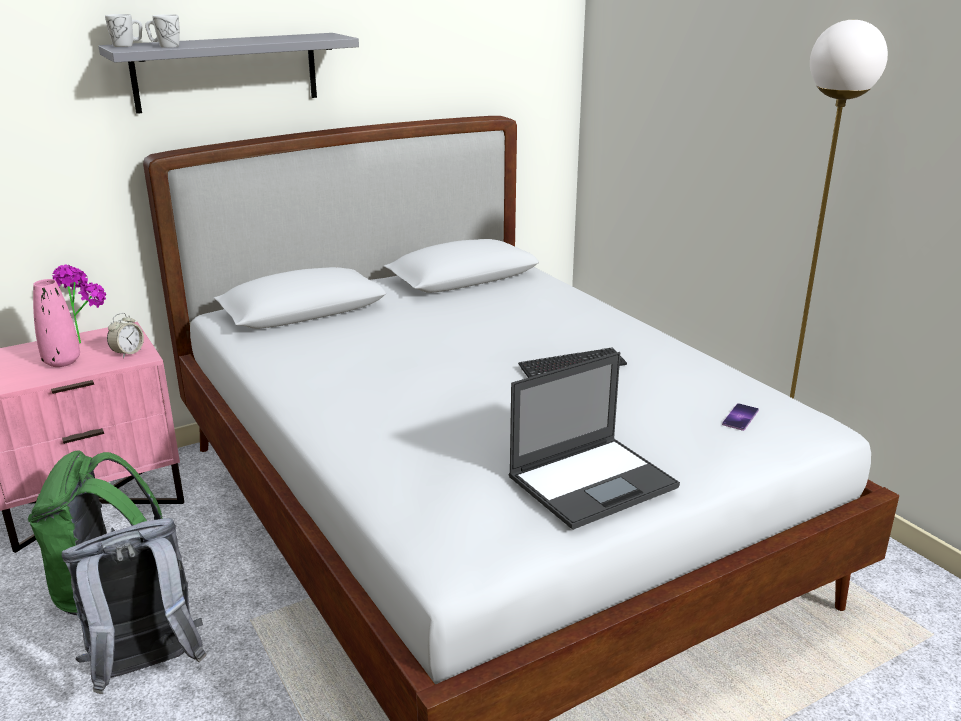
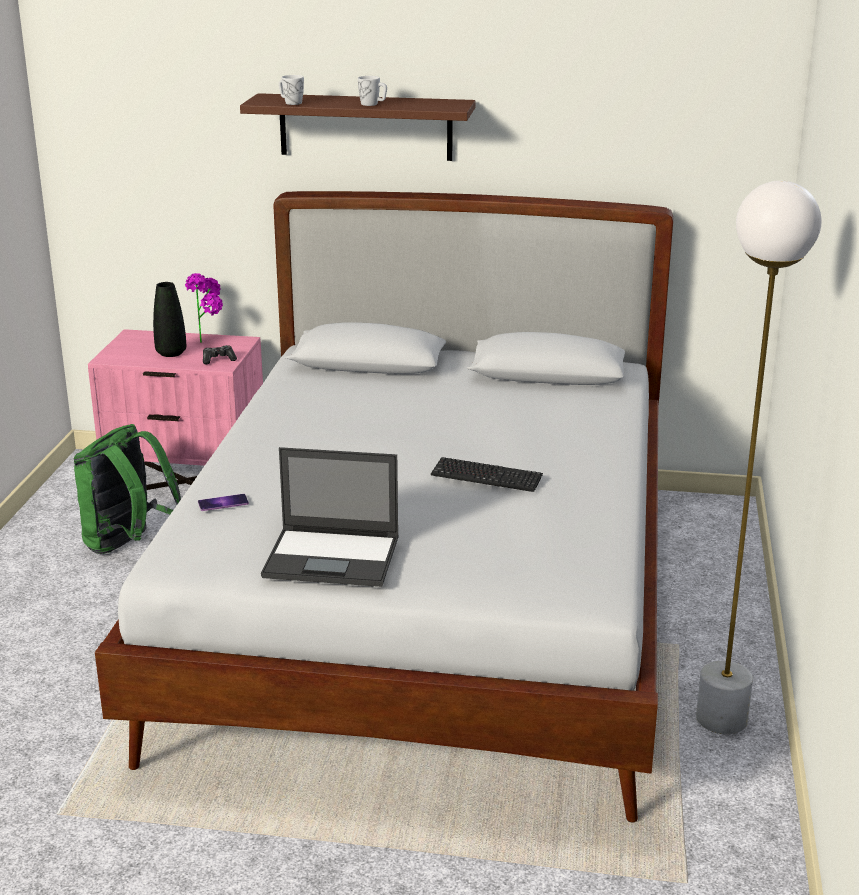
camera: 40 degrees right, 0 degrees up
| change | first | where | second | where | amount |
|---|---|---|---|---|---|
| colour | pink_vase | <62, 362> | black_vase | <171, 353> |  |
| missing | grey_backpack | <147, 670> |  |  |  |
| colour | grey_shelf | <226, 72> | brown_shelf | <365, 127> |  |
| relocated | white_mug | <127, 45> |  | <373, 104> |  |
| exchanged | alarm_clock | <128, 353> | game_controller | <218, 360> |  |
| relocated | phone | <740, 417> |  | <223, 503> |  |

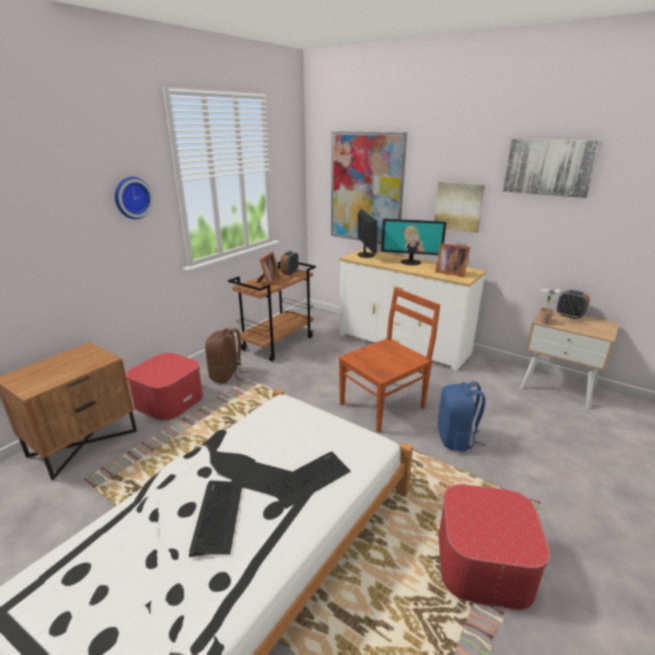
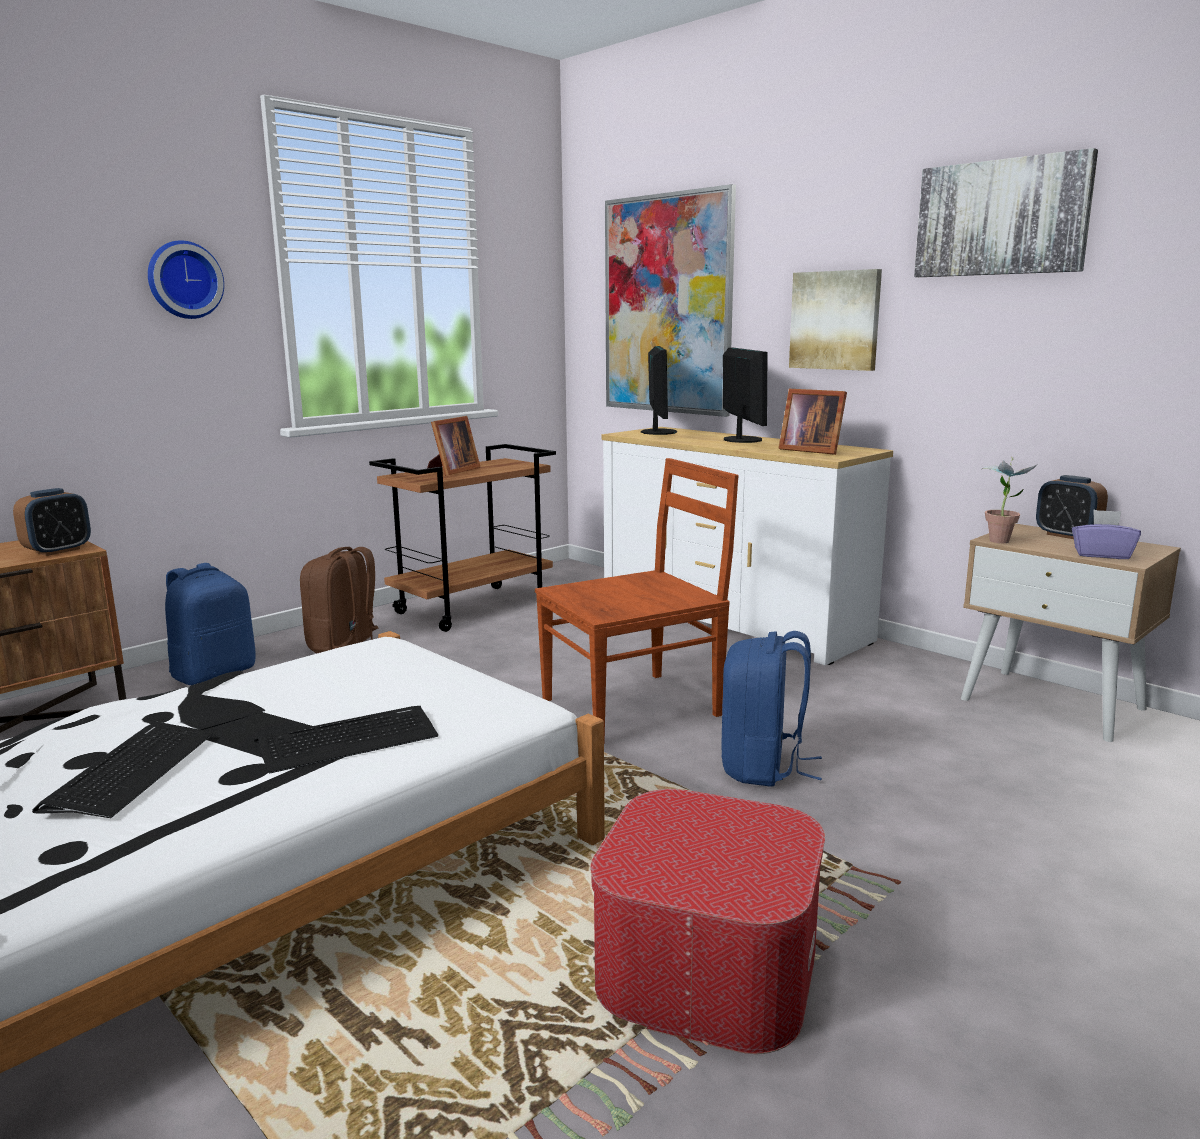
camera: 10 degrees right, 10 degrees down
| change | first | where | second | where | amount |
|---|---|---|---|---|---|
| exchanged | ottoman | <169, 400> | blue_backpack | <214, 673> |  |
| relocated | alarm_clock | <290, 273> |  | <58, 551> |  |
| spun | monitor | <410, 262> |  | <741, 440> | 120 degrees counterclockwise |
| appeared |  |  | purple_tissue_box | <1101, 555> |  |

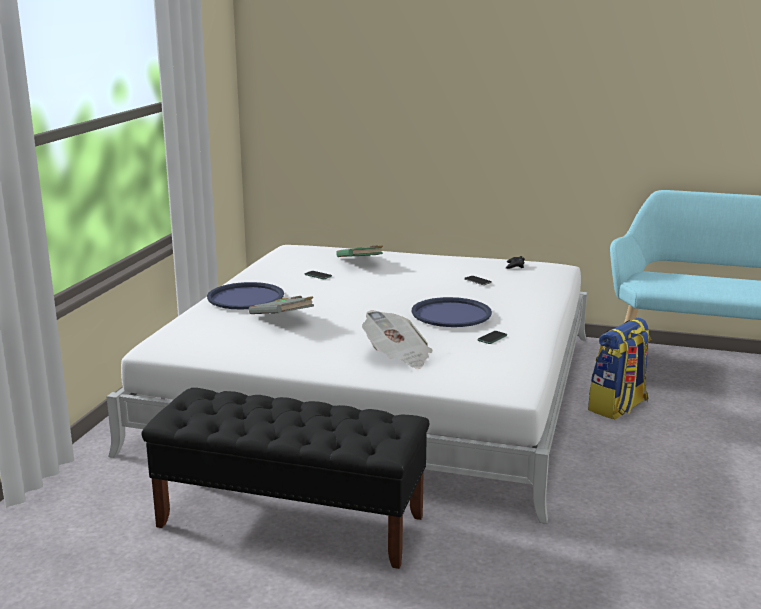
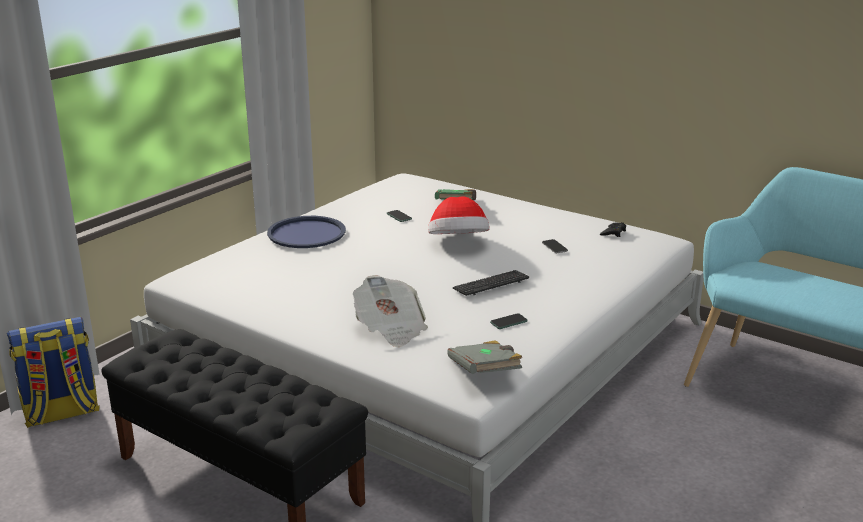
camera: 20 degrees right, 5 degrees up
| change | first | where | second | where | amount |
|---|---|---|---|---|---|
| relocated | grey_book | <282, 319> |  | <485, 372> |  |
| exchanged | blue_tray | <451, 314> | keyboard | <491, 284> |  |
| relocated | backpack | <618, 407> |  | <61, 413> |  |
| appeared |  |  | hat | <458, 243> |  |

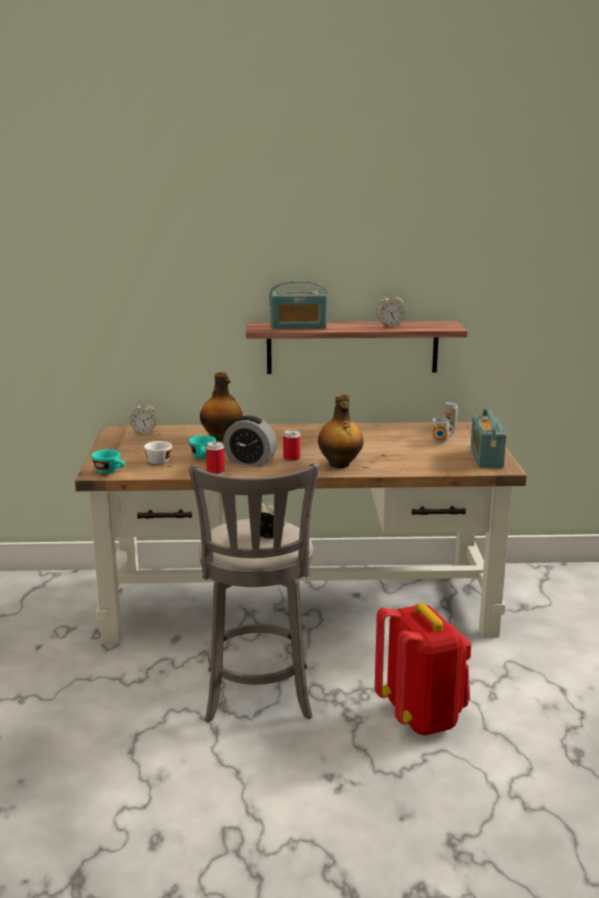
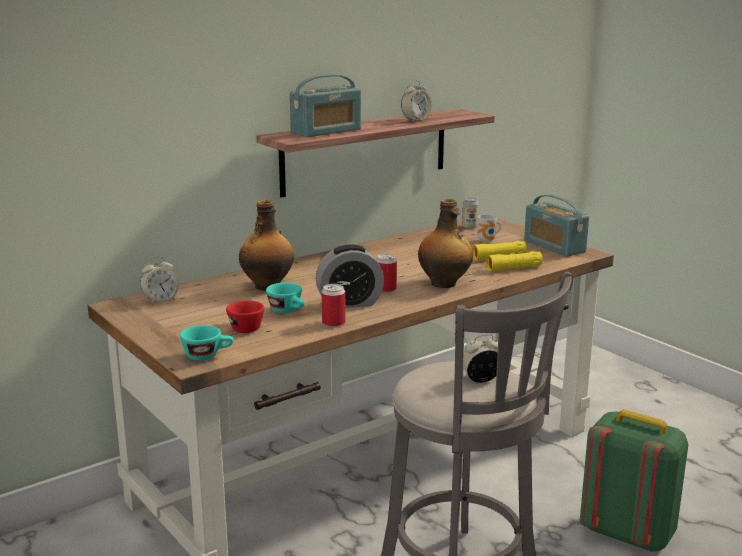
camera: 35 degrees left, 0 degrees up
| change | first | where | second | where | amount |
|---|---|---|---|---|---|
| colour | white_cup | <159, 460> | red_cup | <243, 327> |  |
| colour | red_backpack | <422, 716> | green_backpack | <627, 533> |  |
| appeared |  |  | yellow_binoculars | <506, 263> |  |

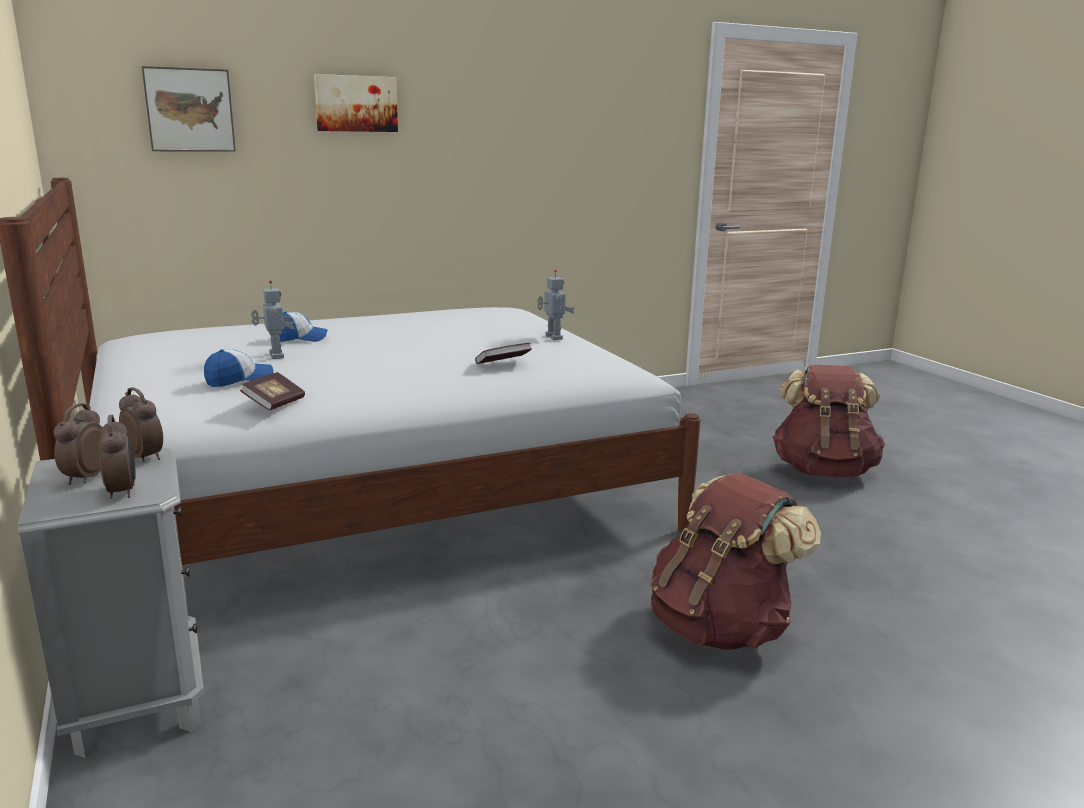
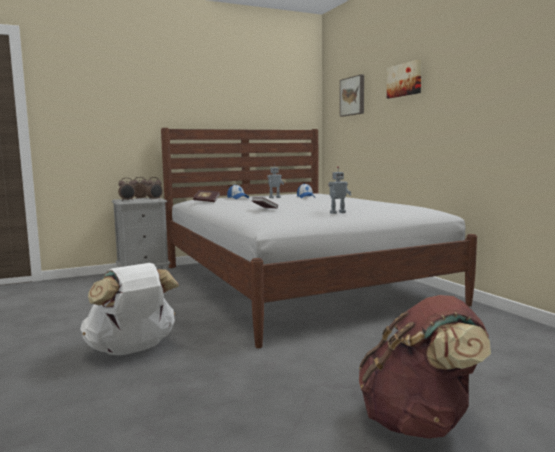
camera: 90 degrees right, 10 degrees down
| change | first | where | second | where | amount |
|---|---|---|---|---|---|
| colour | brown_backpack | <720, 628> | white_backpack | <132, 350> |  |

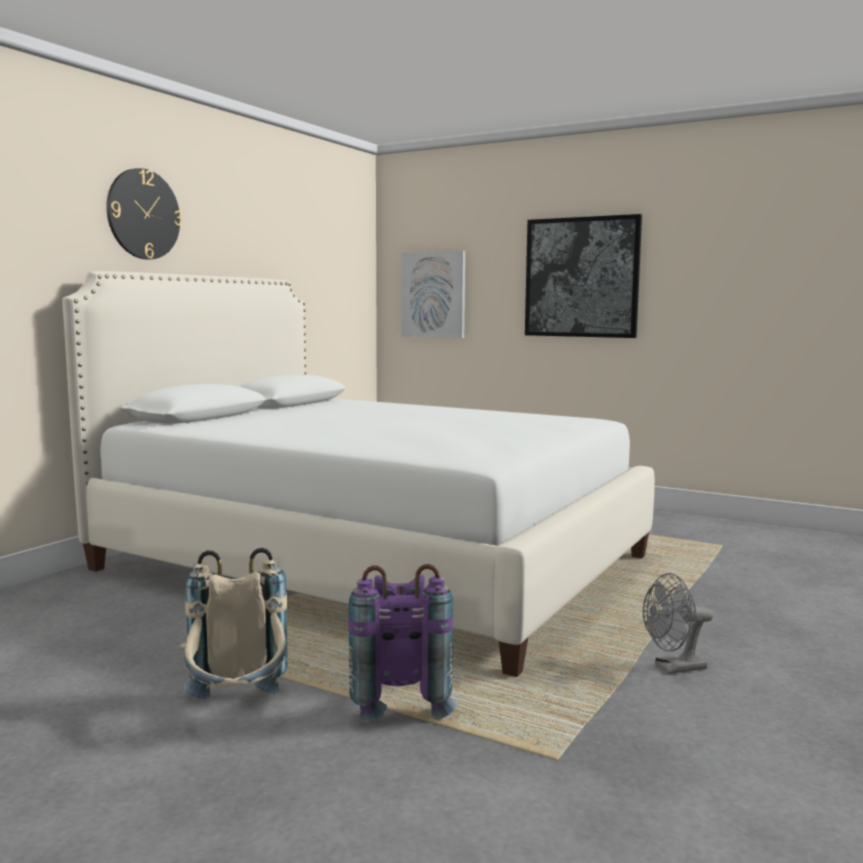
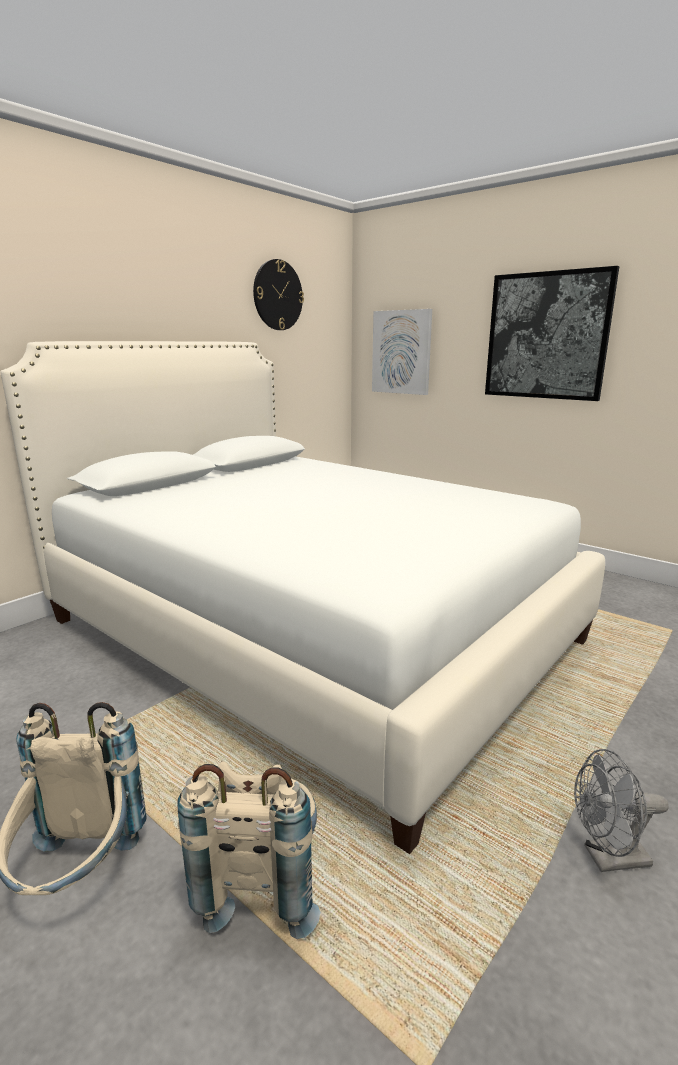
camera: 10 degrees right, 10 degrees up
| change | first | where | second | where | amount |
|---|---|---|---|---|---|
| relocated | wall_clock | <143, 214> |  | <278, 295> |  |
| colour | purple_backpack | <398, 699> | beige_backpack | <261, 881> |  |

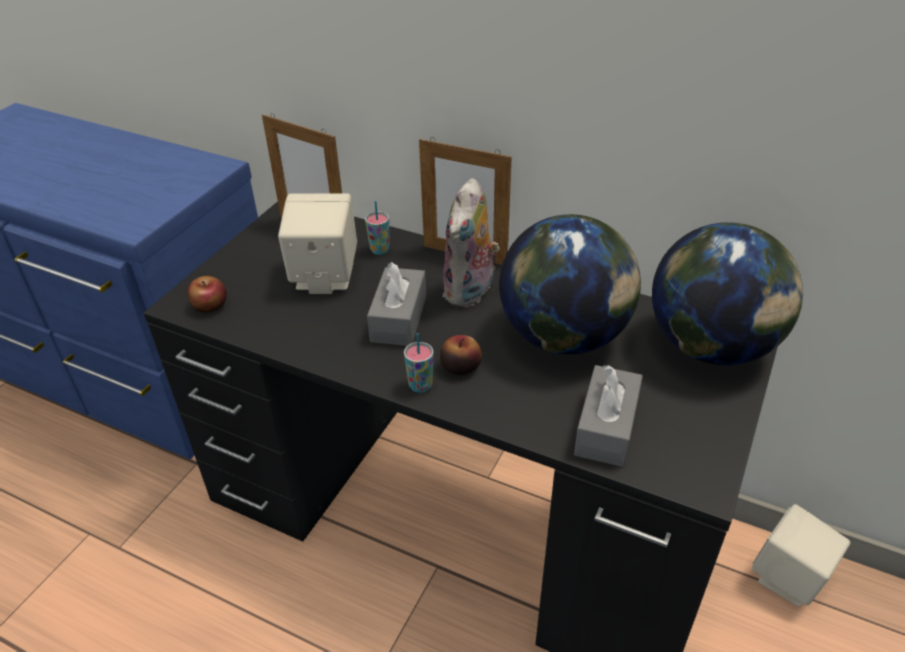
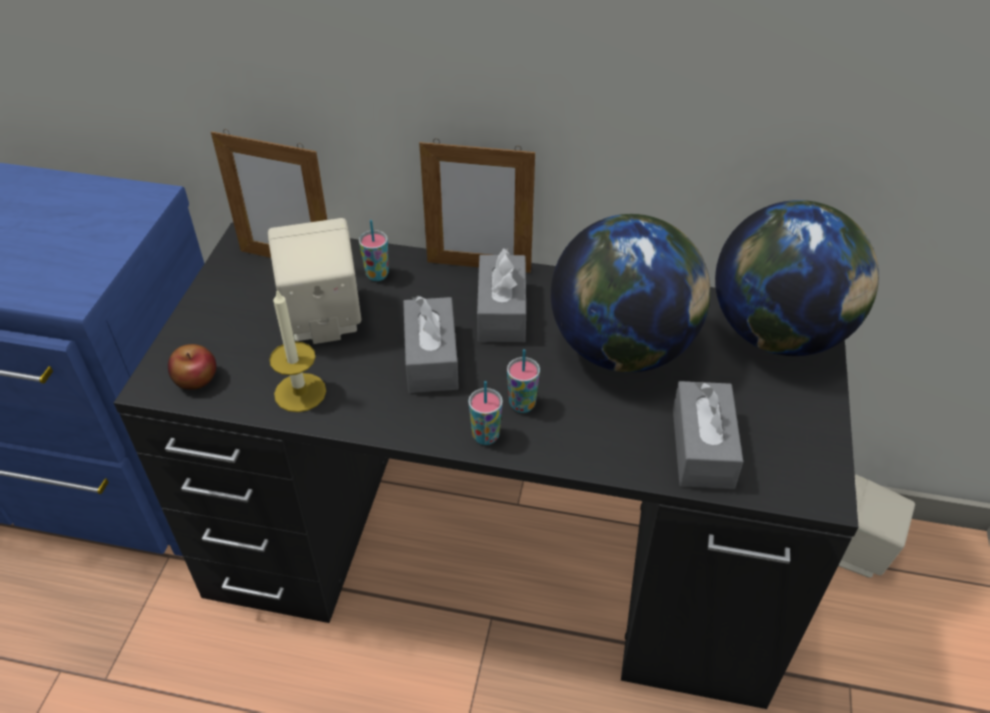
camera: 15 degrees left, 5 degrees up
| change | first | where | second | where | amount |
|---|---|---|---|---|---|
| exchanged | apple | <460, 366> | cup | <522, 404> |  |
| exchanged | plush_toy | <470, 292> | grey_tissue_box | <501, 311> |  |
| appeared |  |  | candle | <300, 392> |  |

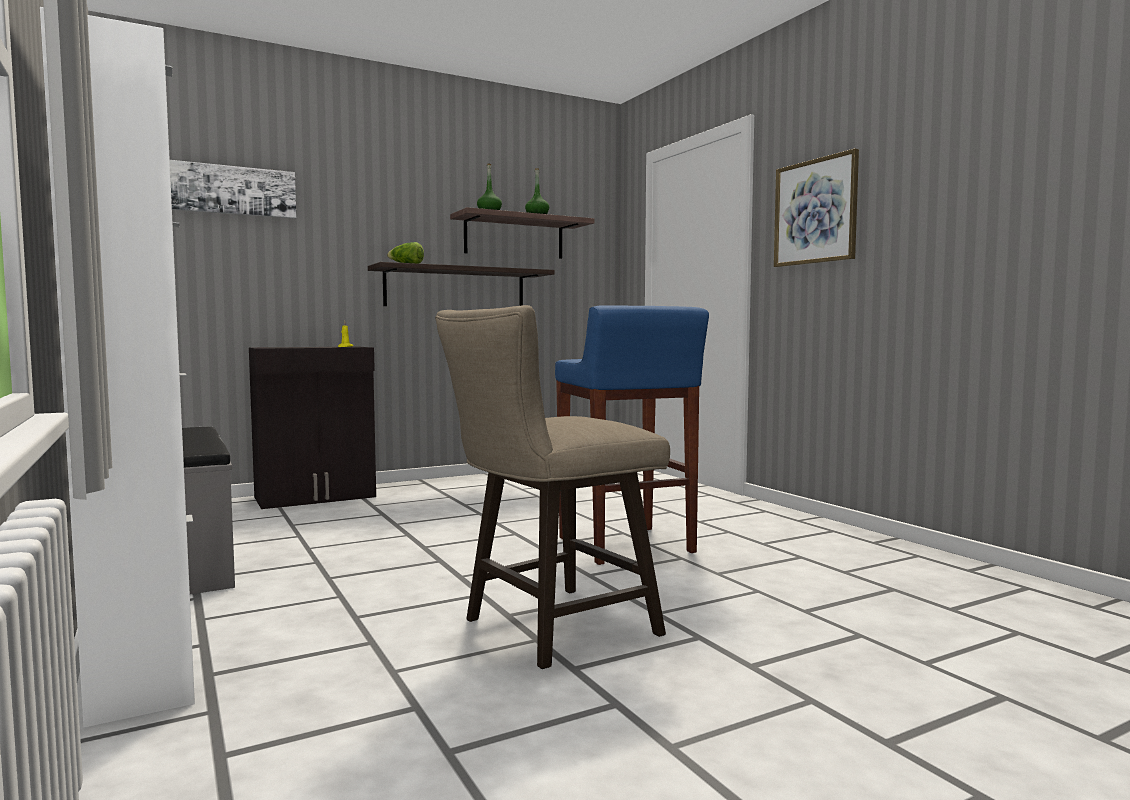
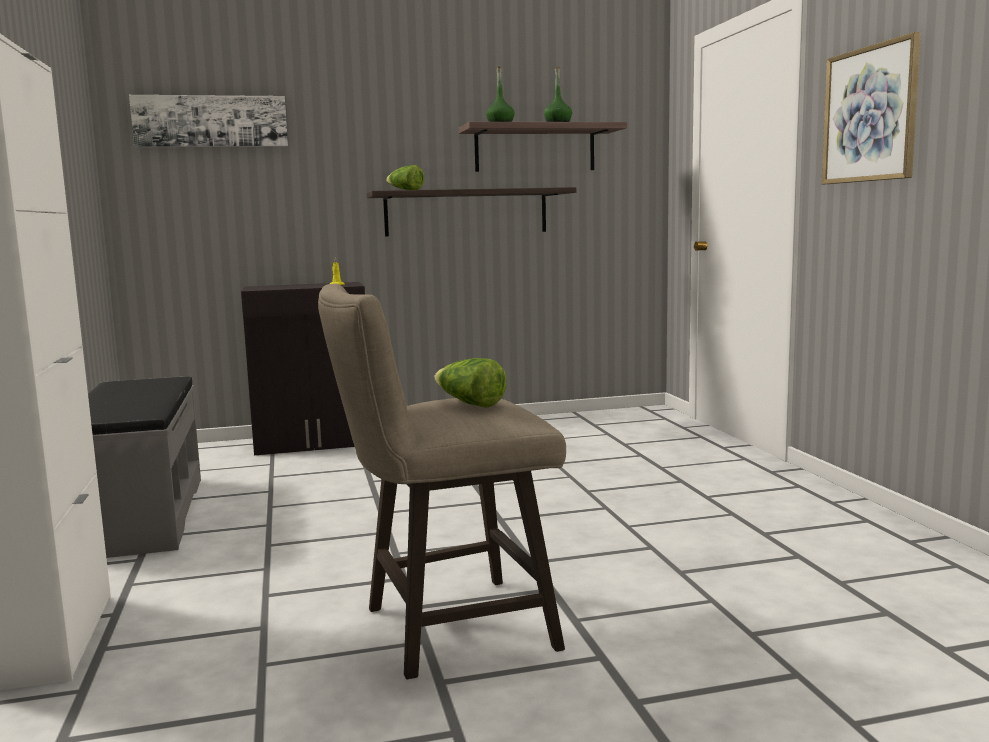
camera: 15 degrees right, 5 degrees up
| change | first | where | second | where | amount |
|---|---|---|---|---|---|
| missing | blue_stool | <626, 546> |  |  |  |
| appeared |  |  | lettuce | <469, 404> |  |

